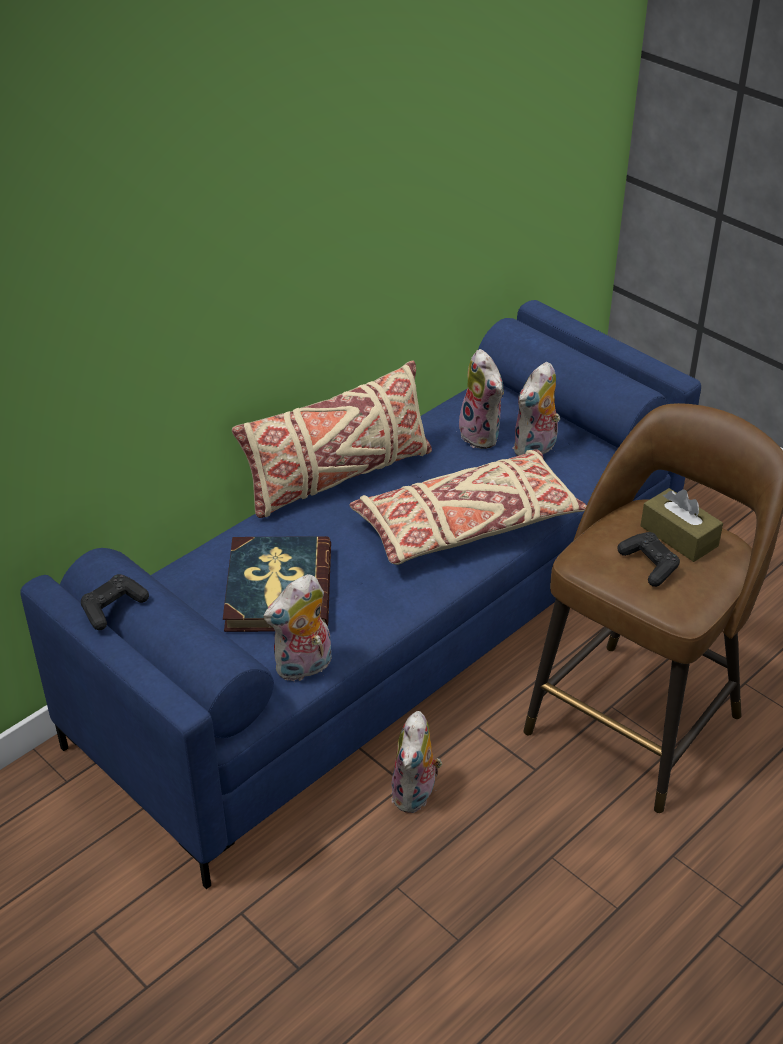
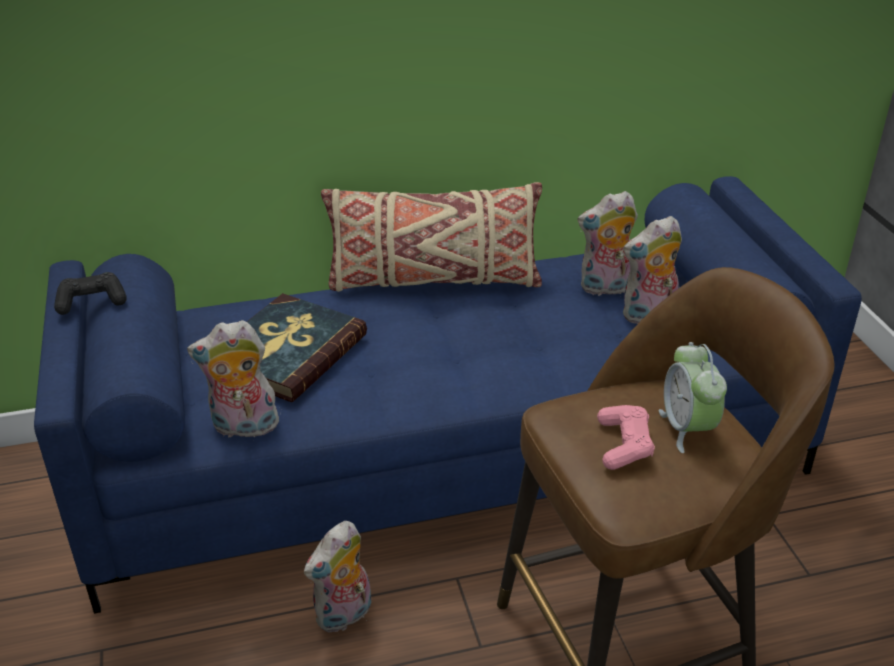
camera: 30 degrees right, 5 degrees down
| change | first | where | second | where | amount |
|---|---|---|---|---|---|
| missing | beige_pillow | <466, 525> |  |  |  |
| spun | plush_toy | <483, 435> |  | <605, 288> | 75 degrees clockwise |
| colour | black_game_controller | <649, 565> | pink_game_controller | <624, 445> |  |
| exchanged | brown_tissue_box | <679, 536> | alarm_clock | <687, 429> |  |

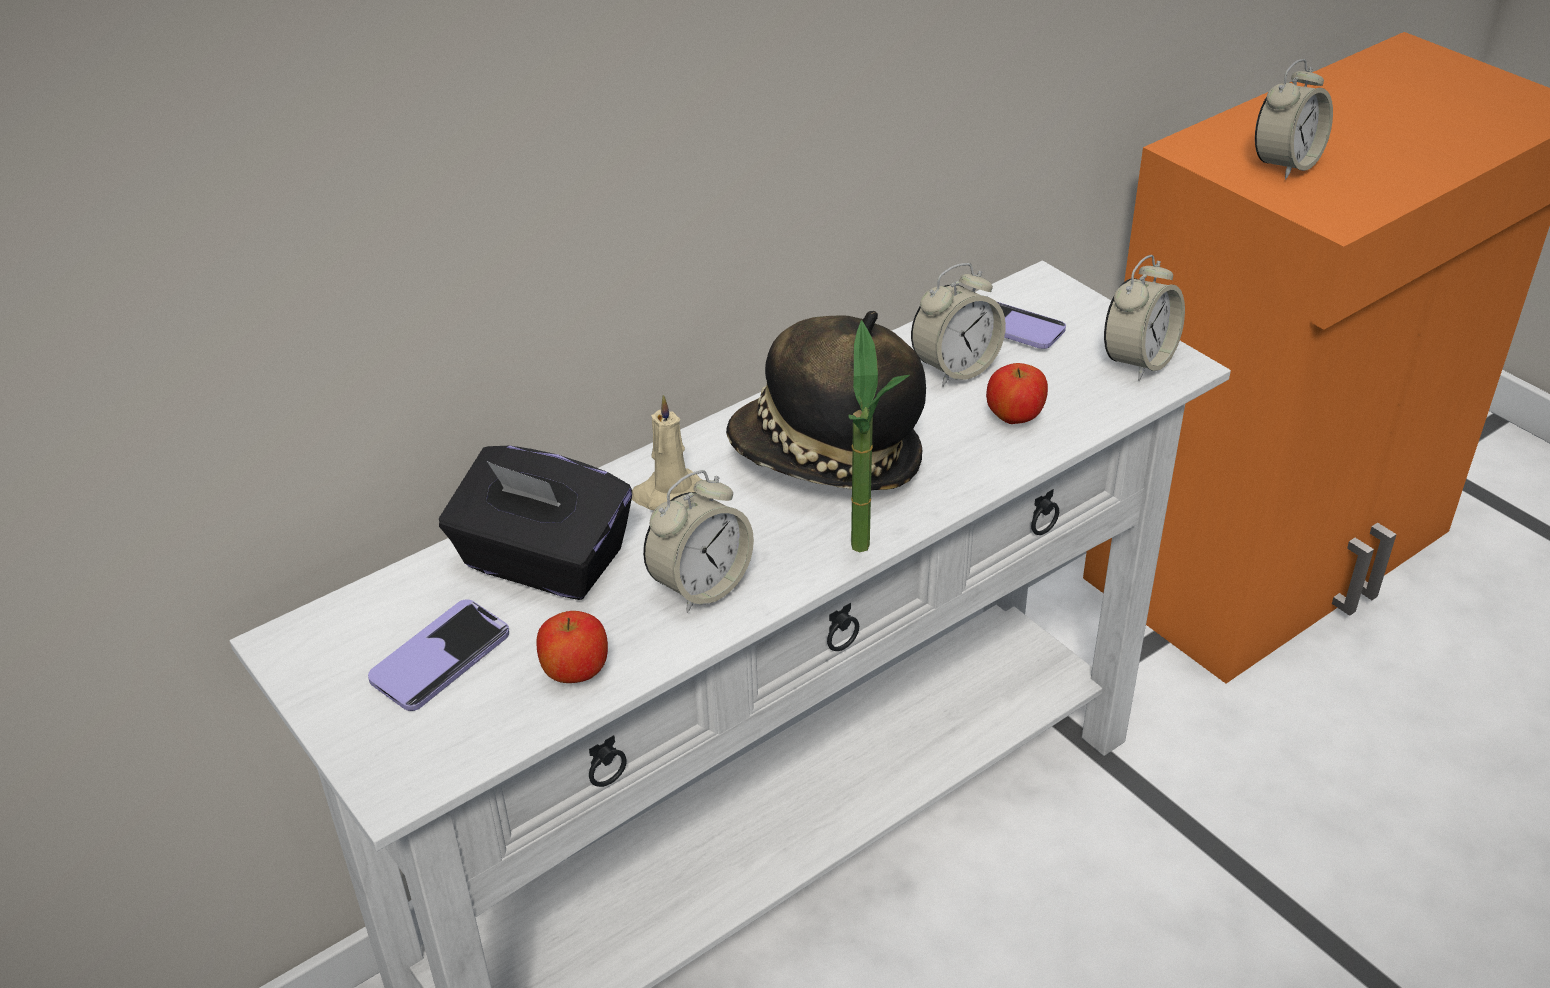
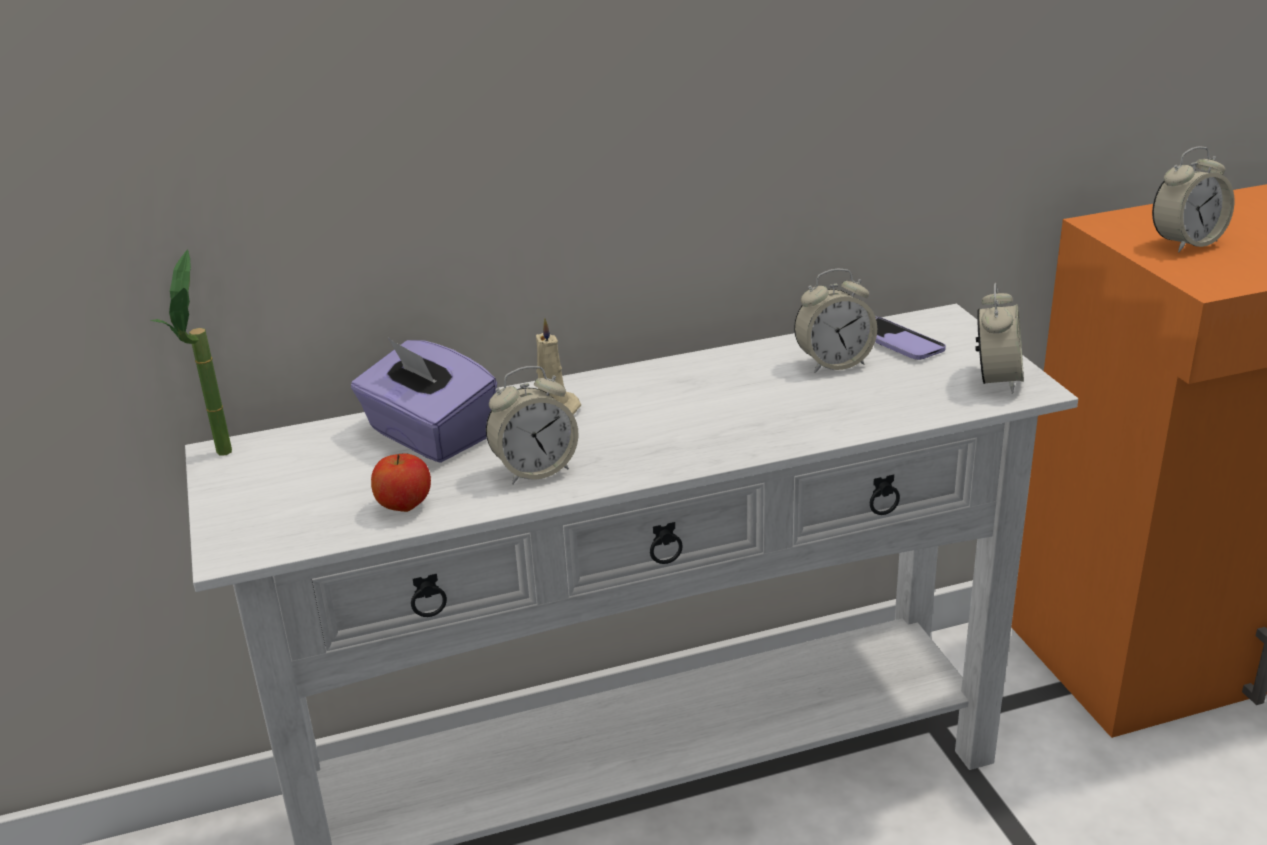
camera: 20 degrees right, 10 degrees down
| change | first | where | second | where | amount |
|---|---|---|---|---|---|
| missing | phone | <441, 658> |  |  |  |
| colour | black_tissue_box | <542, 562> | purple_tissue_box | <428, 435> |  |
| missing | hat | <827, 460> |  |  |  |
| relocated | potted_plant | <869, 558> |  | <221, 460> |  |
| missing | apple | <1015, 418> |  |  |  |
| spun | alarm_clock | <1138, 361> |  | <996, 380> | 45 degrees counterclockwise |

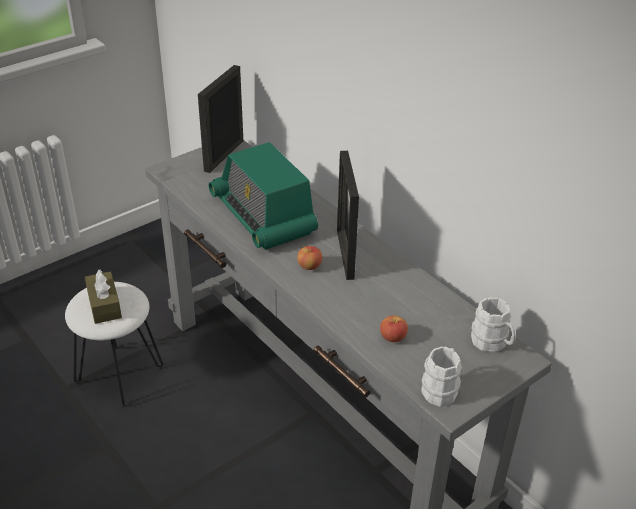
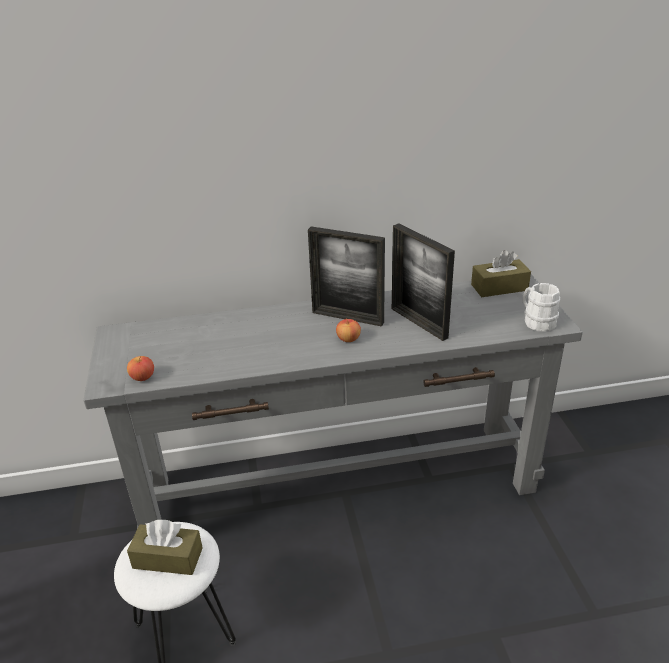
camera: 60 degrees left, 5 degrees down
| change | first | where | second | where | amount |
|---|---|---|---|---|---|
| relocated | picture_frame | <224, 155> |  | <419, 323> |  |
| missing | radio | <263, 216> |  |  |  |
| relocated | apple | <393, 337> |  | <142, 377> |  |
| exchanged | white_mug | <492, 343> | brown_tissue_box | <499, 287> |  |

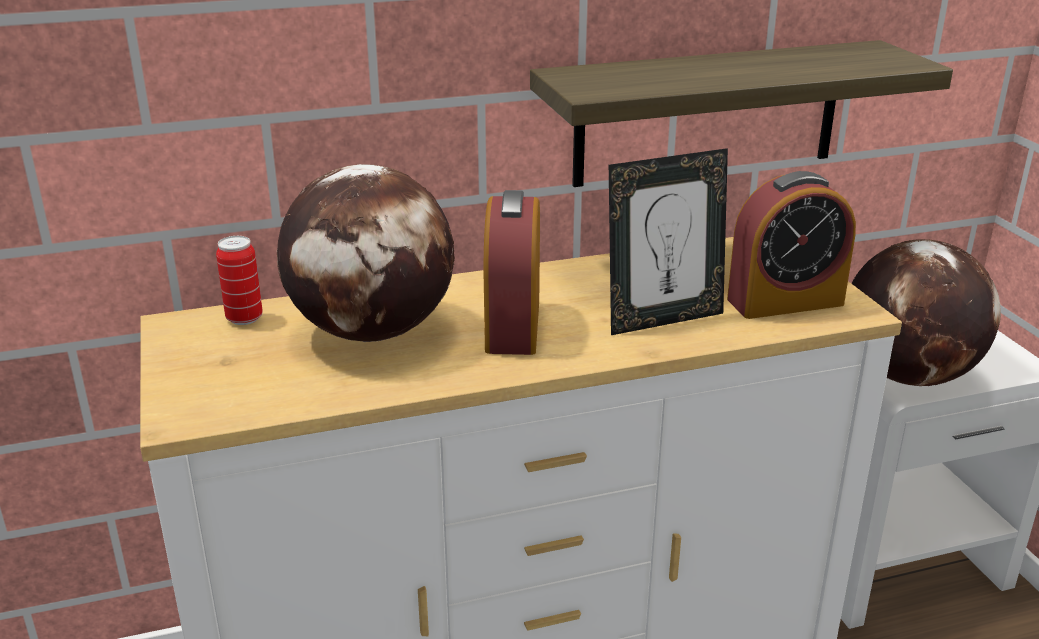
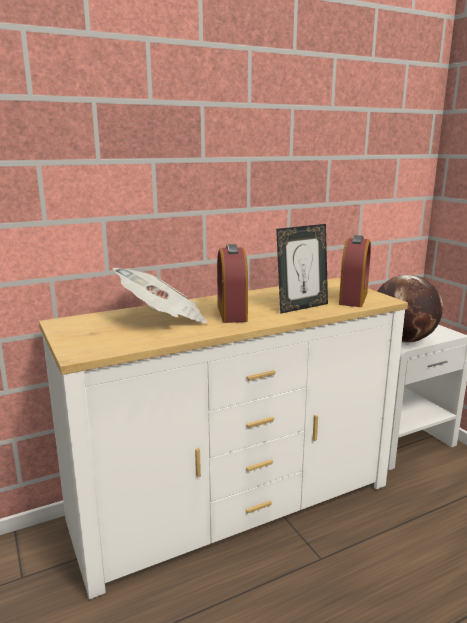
camera: 10 degrees left, 10 degrees down
| change | first | where | second | where | amount |
|---|---|---|---|---|---|
| missing | can | <244, 318> |  |  |  |
| exchanged | globe | <373, 331> | newspaper | <164, 319> |  |
| missing | shelf | <708, 113> |  |  |  |
| spun | alarm_clock | <785, 301> |  | <353, 298> | 45 degrees counterclockwise |

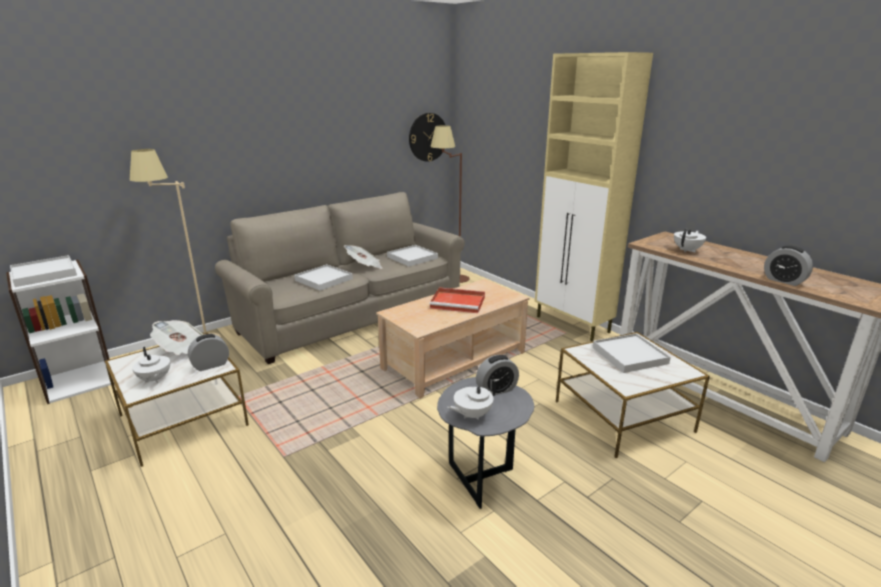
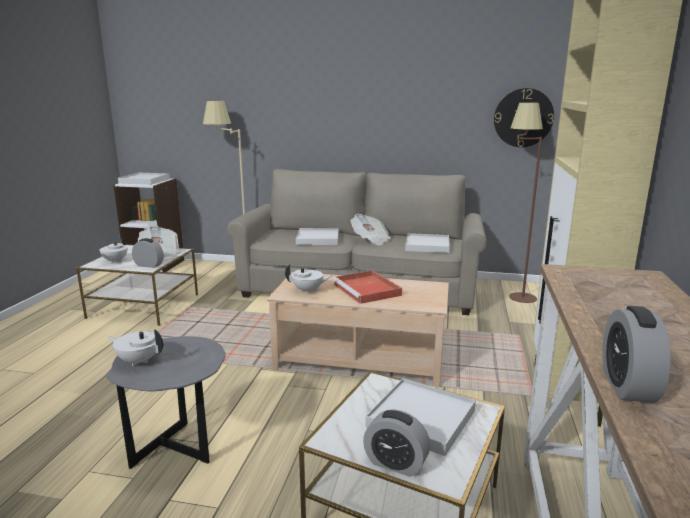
camera: 50 degrees right, 5 degrees down
| change | first | where | second | where | amount |
|---|---|---|---|---|---|
| relocated | alarm_clock | <496, 390> |  | <395, 463> |  |
| relocated | white_teapot | <687, 250> |  | <308, 290> |  |

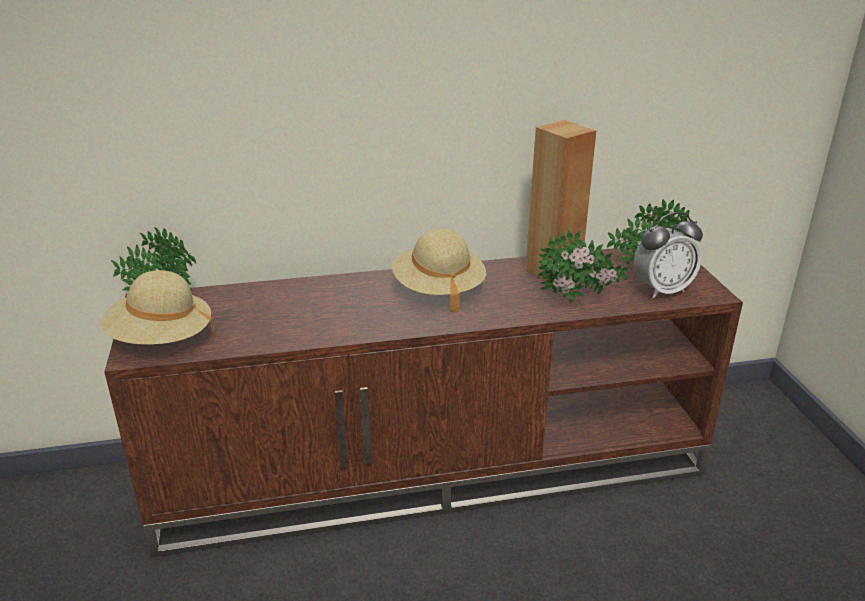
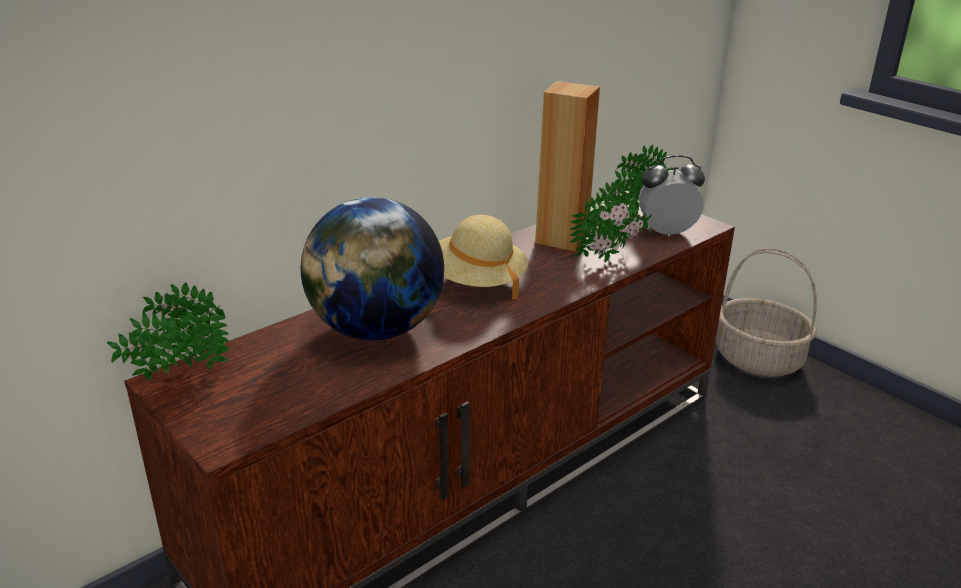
camera: 30 degrees left, 0 degrees up
| change | first | where | second | where | amount |
|---|---|---|---|---|---|
| missing | beige_hat | <161, 339> |  |  |  |
| spun | alarm_clock | <662, 290> |  | <666, 232> | 135 degrees counterclockwise |
| appeared |  |  | globe | <376, 330> |  |
| appeared |  |  | basket | <759, 359> |  |

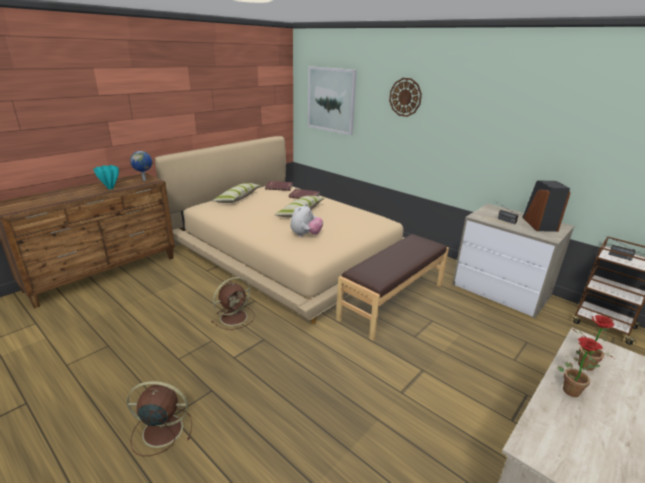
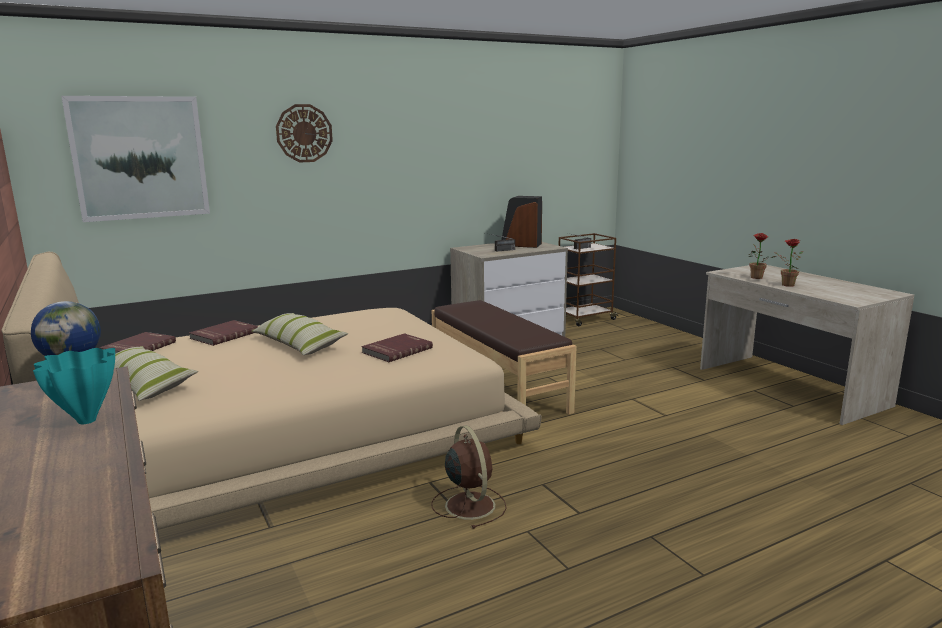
camera: 70 degrees left, 10 degrees down
| change | first | where | second | where | amount |
|---|---|---|---|---|---|
| missing | brown_fan | <161, 430> |  |  |  |
| exchanged | plush_toy | <305, 235> | red_book | <396, 350> |  |

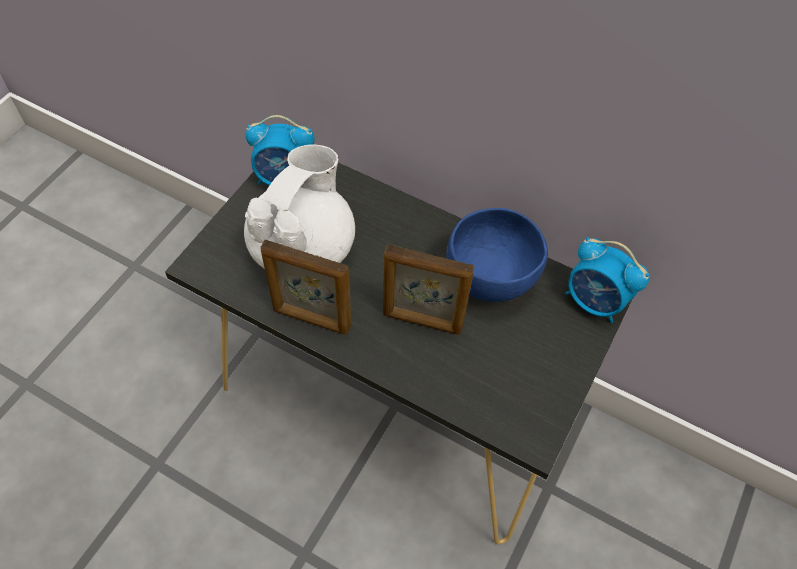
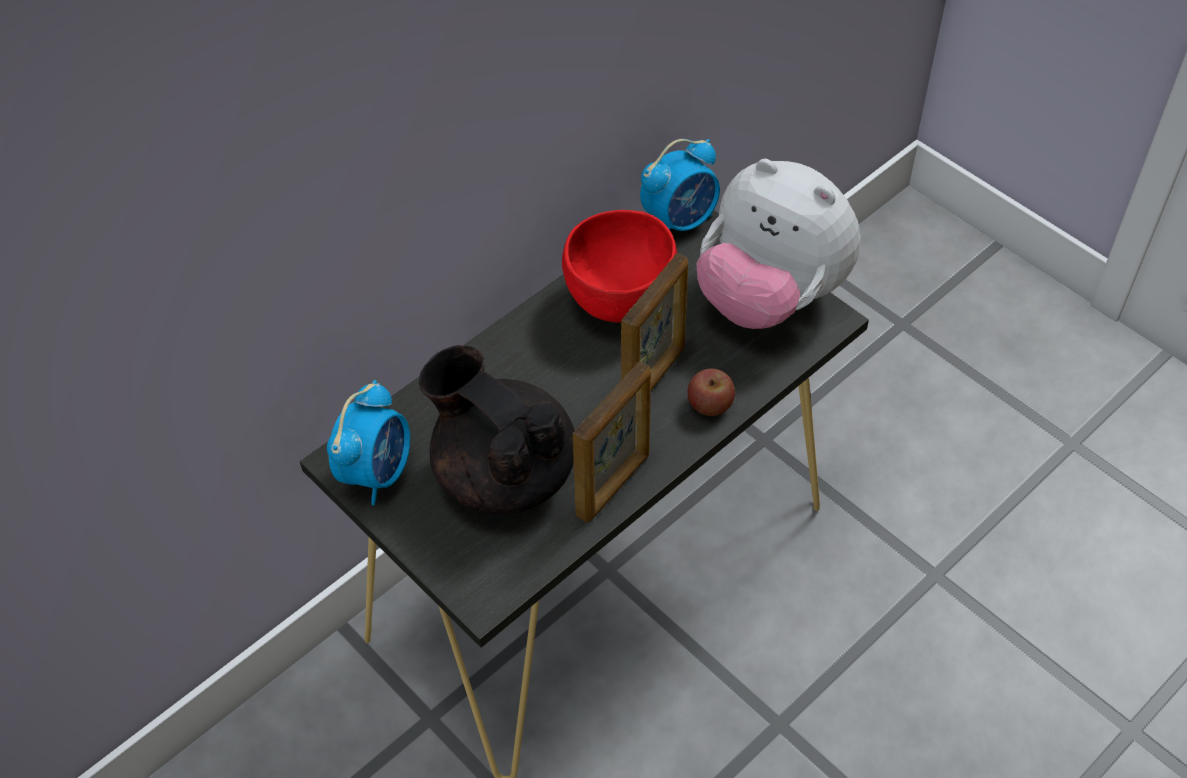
camera: 70 degrees left, 5 degrees down
| change | first | where | second | where | amount |
|---|---|---|---|---|---|
| colour | white_teapot | <304, 248> | black_teapot | <503, 472> |  |
| colour | blue_bowl | <491, 279> | red_bowl | <619, 299> |  |
| appeared |  |  | apple | <710, 404> |  |
| appeared |  |  | plush_toy | <770, 297> |  |

